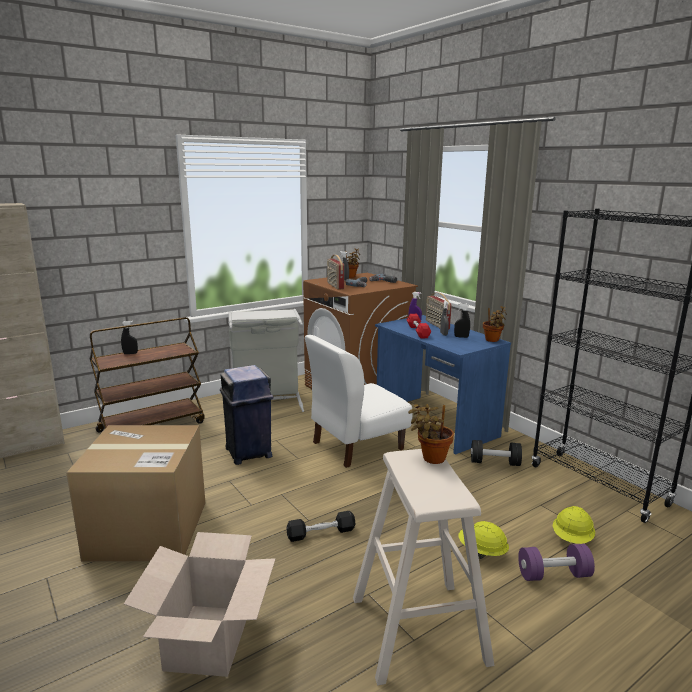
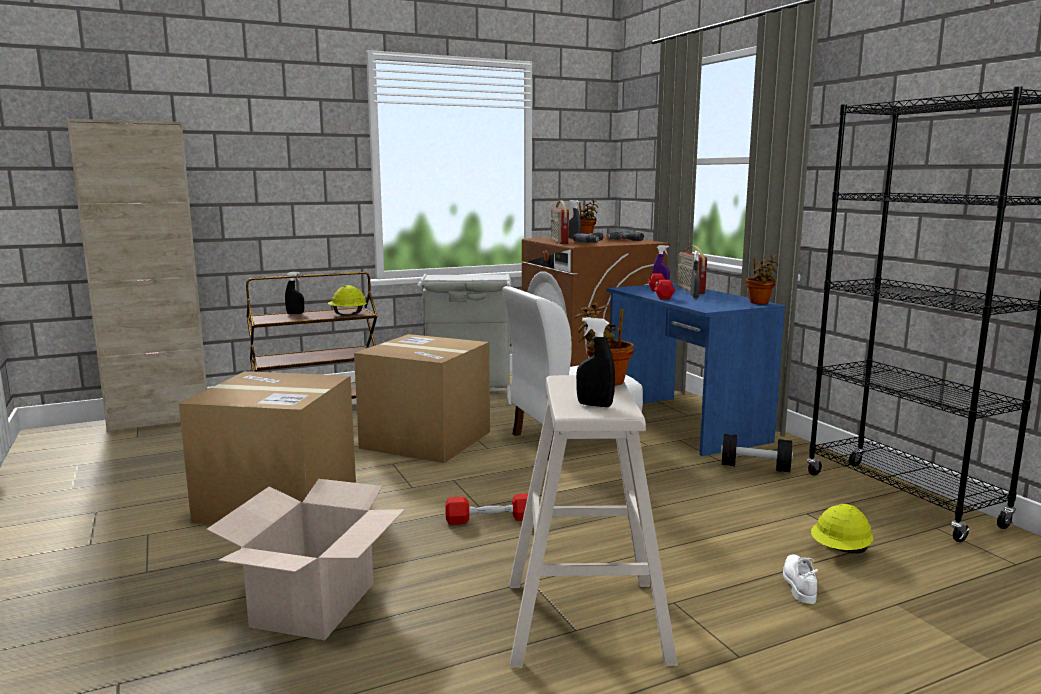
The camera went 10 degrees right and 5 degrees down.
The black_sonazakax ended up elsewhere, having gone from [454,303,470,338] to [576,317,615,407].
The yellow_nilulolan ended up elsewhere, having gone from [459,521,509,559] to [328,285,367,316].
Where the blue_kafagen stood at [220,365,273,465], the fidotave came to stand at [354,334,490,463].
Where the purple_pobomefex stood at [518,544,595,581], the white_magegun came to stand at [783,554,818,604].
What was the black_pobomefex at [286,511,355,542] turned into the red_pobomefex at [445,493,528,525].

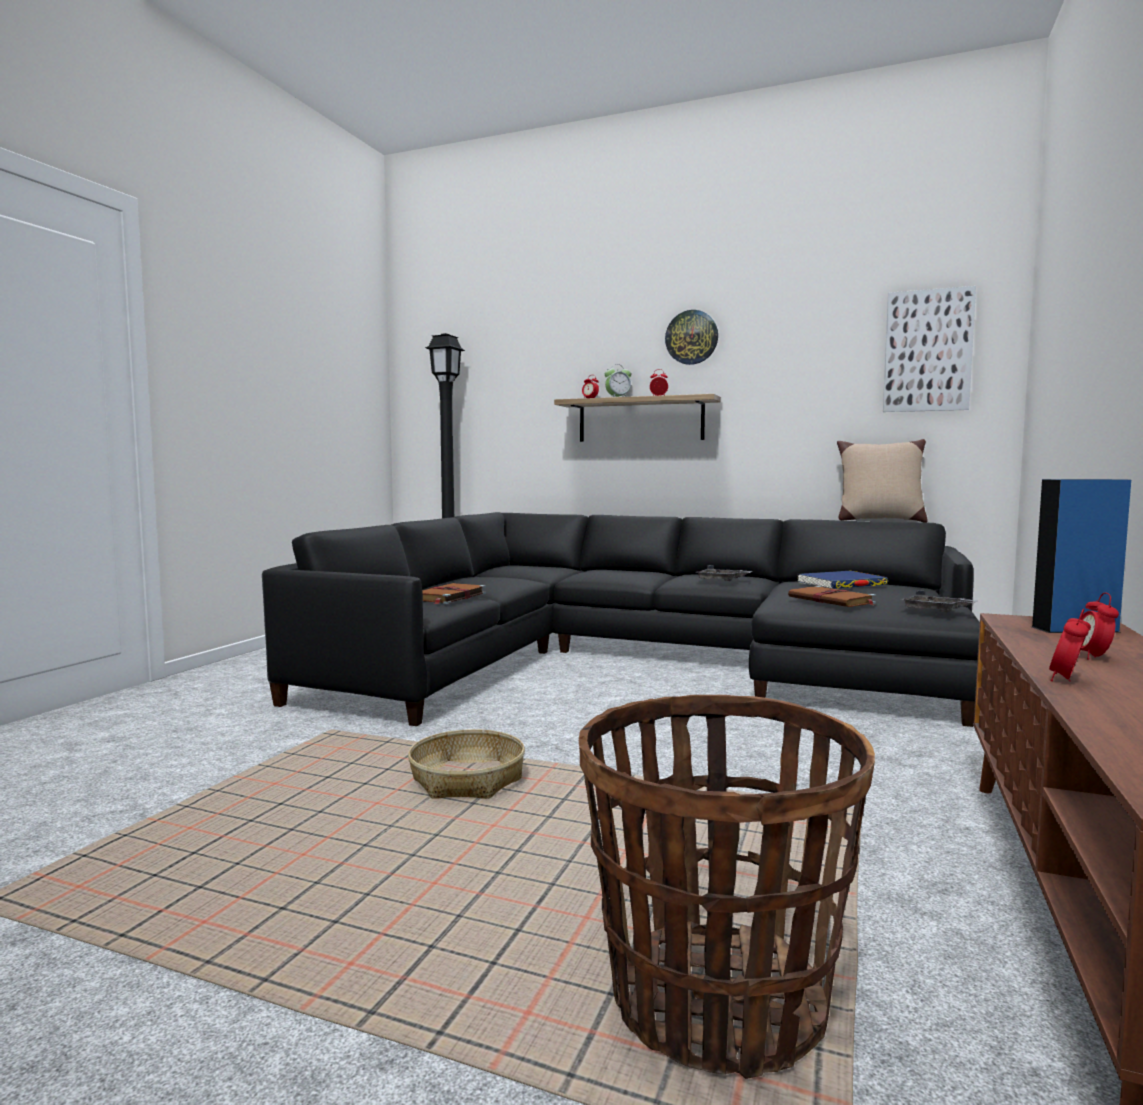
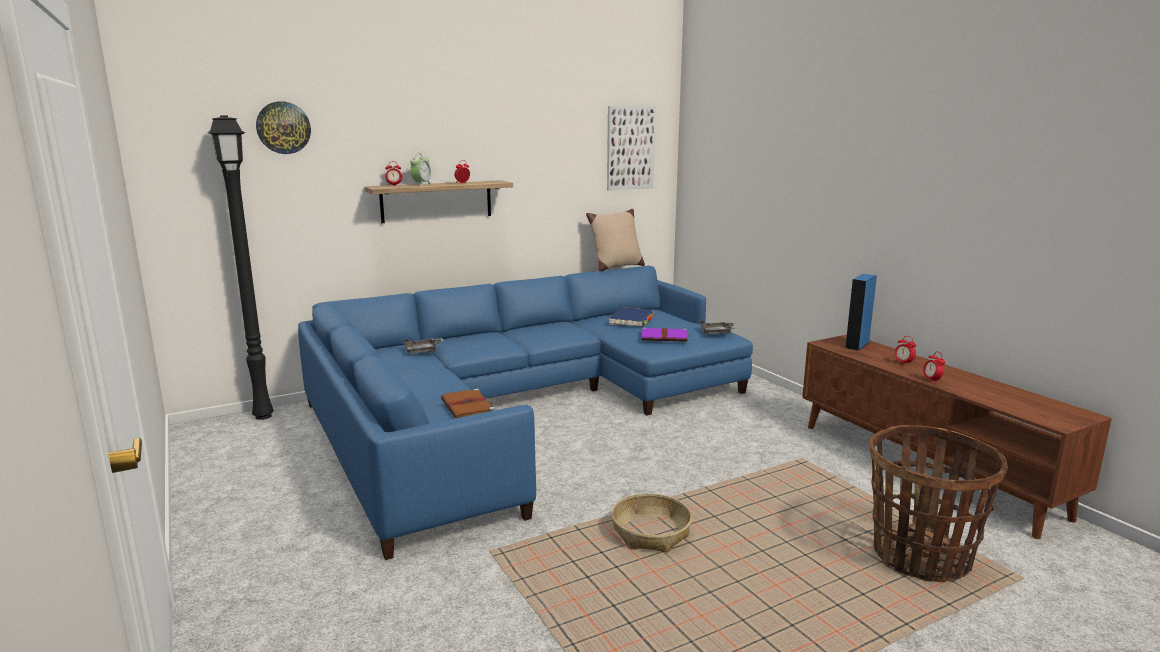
The camera went 50 degrees left and 10 degrees up.
The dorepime ended up elsewhere, having gone from [665,310,718,365] to [256,101,311,154].
The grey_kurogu ended up elsewhere, having gone from [696,565,752,581] to [403,338,444,354].
What was the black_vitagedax at [262,512,980,727] turned into the blue_vitagedax at [298,266,753,560].
What was the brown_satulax at [788,586,876,607] turned into the purple_satulax at [642,327,690,342].

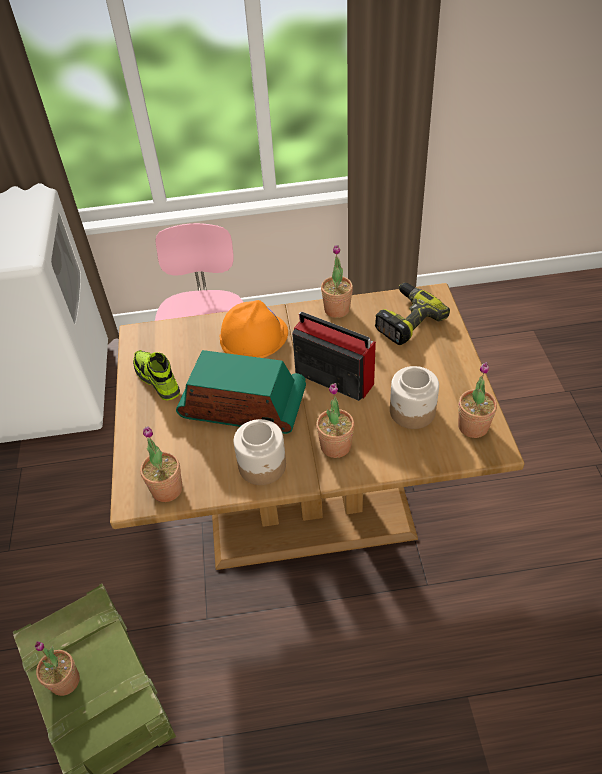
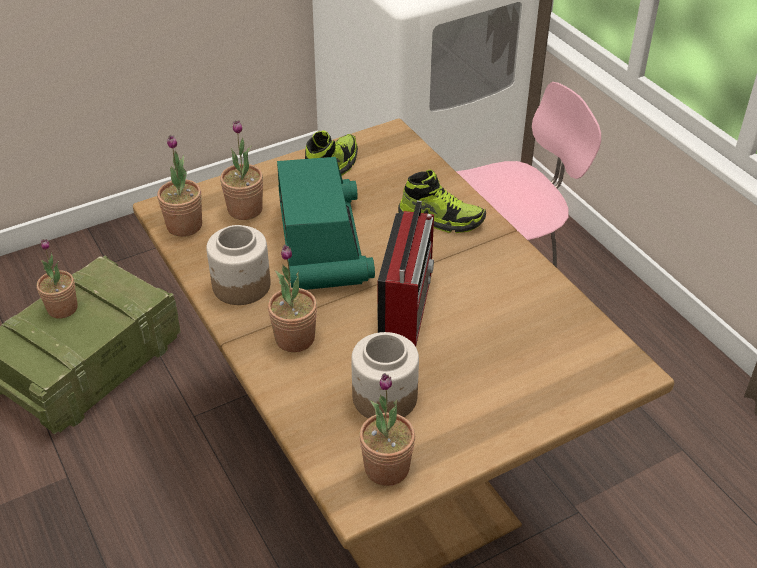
The camera went 65 degrees right and 5 degrees down.
The second view lost the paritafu at [375,283,450,345].
The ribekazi ended up elsewhere, having gone from [321,245,353,318] to [220,120,263,220].
Where the orange_nilulolan stood at [219,300,288,358], the magegun came to stand at [398,170,486,233].

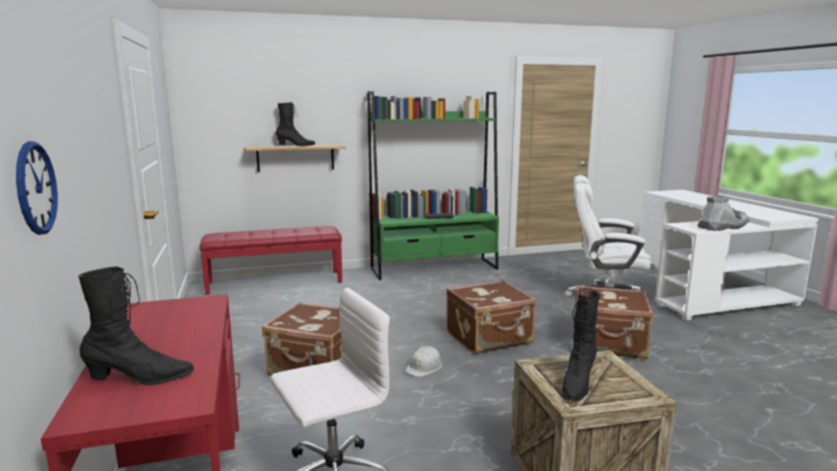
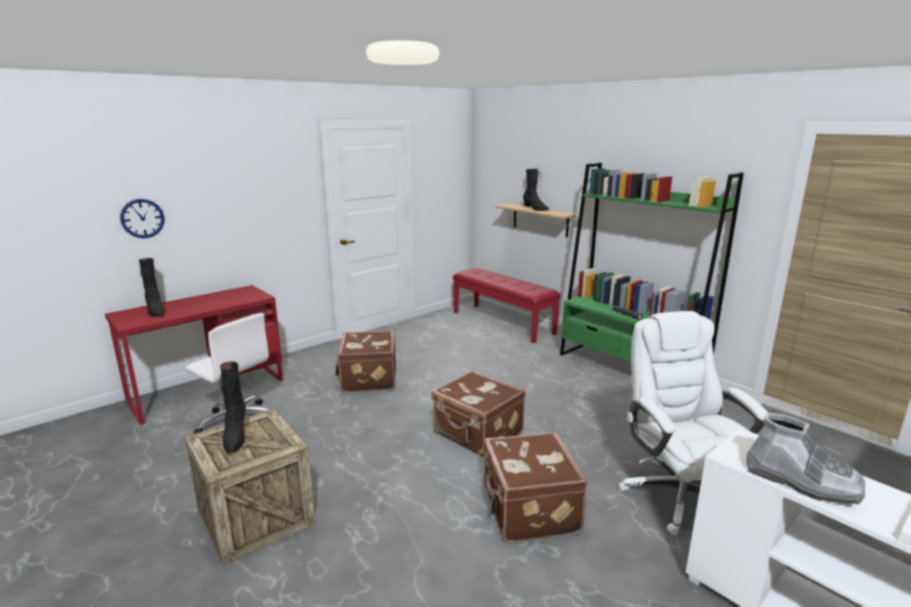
The camera went 65 degrees right and 5 degrees up.
The second view lost the white_nilulolan at [405,346,443,377].
The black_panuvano at [562,289,600,401] ended up facing another way, 105 degrees counterclockwise from before.

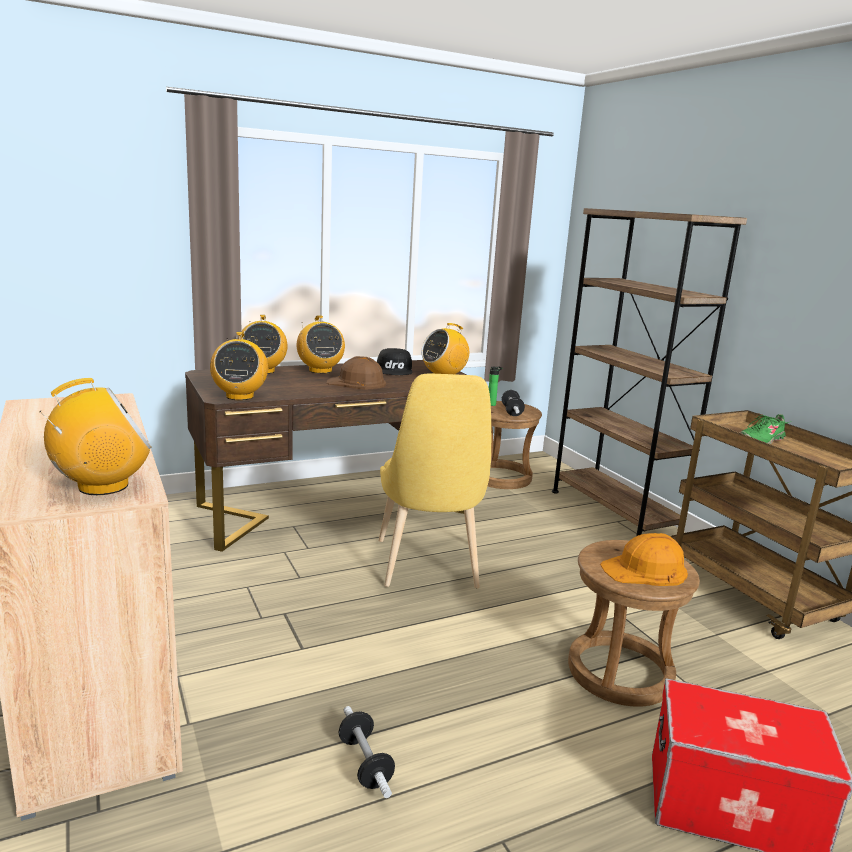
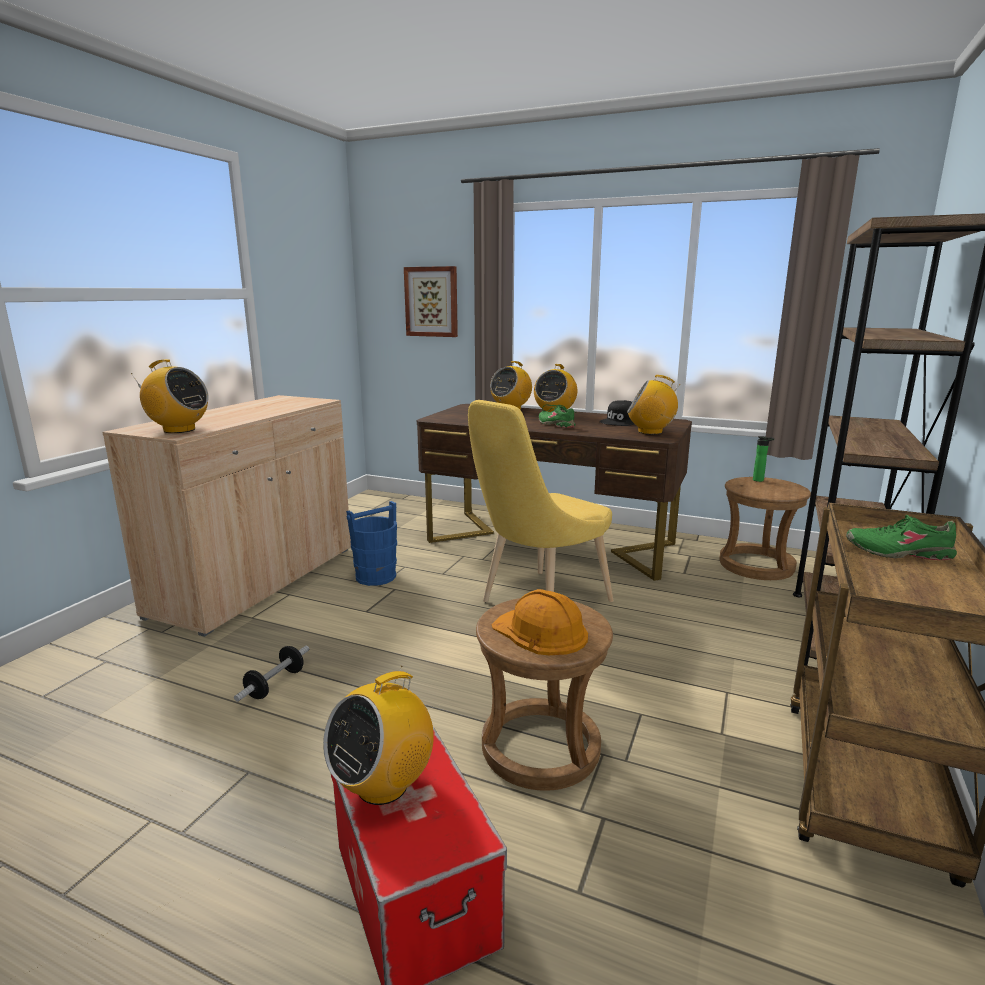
The camera went 50 degrees right and 0 degrees up.
The second view lost the pobomefex at [502,390,525,416].
The second view gained the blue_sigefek at [346,501,397,586].
The second view gained the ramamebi at [404,266,458,337].
The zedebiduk ended up elsewhere, having gone from [210,332,268,400] to [323,666,434,805].
Where the brown_nilulolan stood at [327,356,386,389], the green_magegun came to stand at [539,405,576,428].

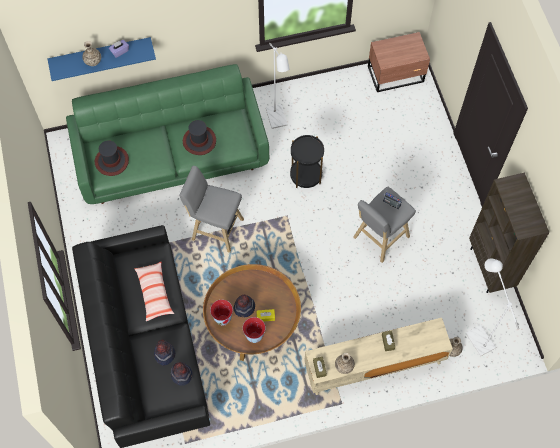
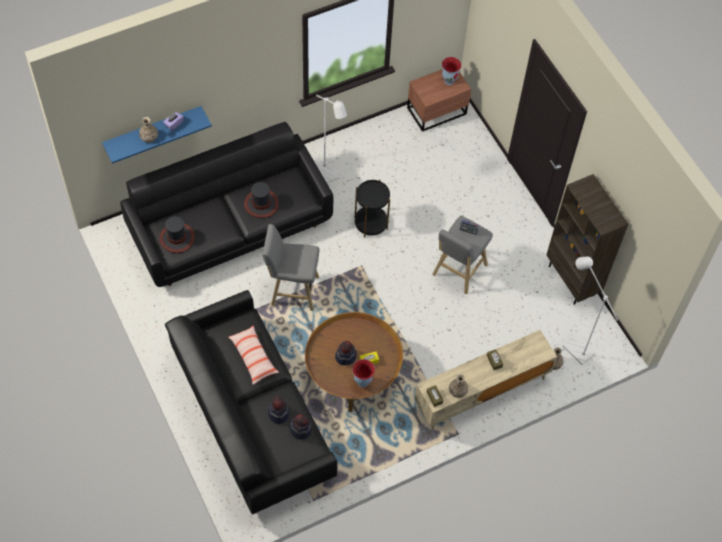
The camera went 15 degrees left and 5 degrees down.
The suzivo ended up elsewhere, having gone from [210,300,233,326] to [442,57,462,85].
What was the green_vitagedax at [66,64,269,204] turned into the black_vitagedax at [120,122,333,287].

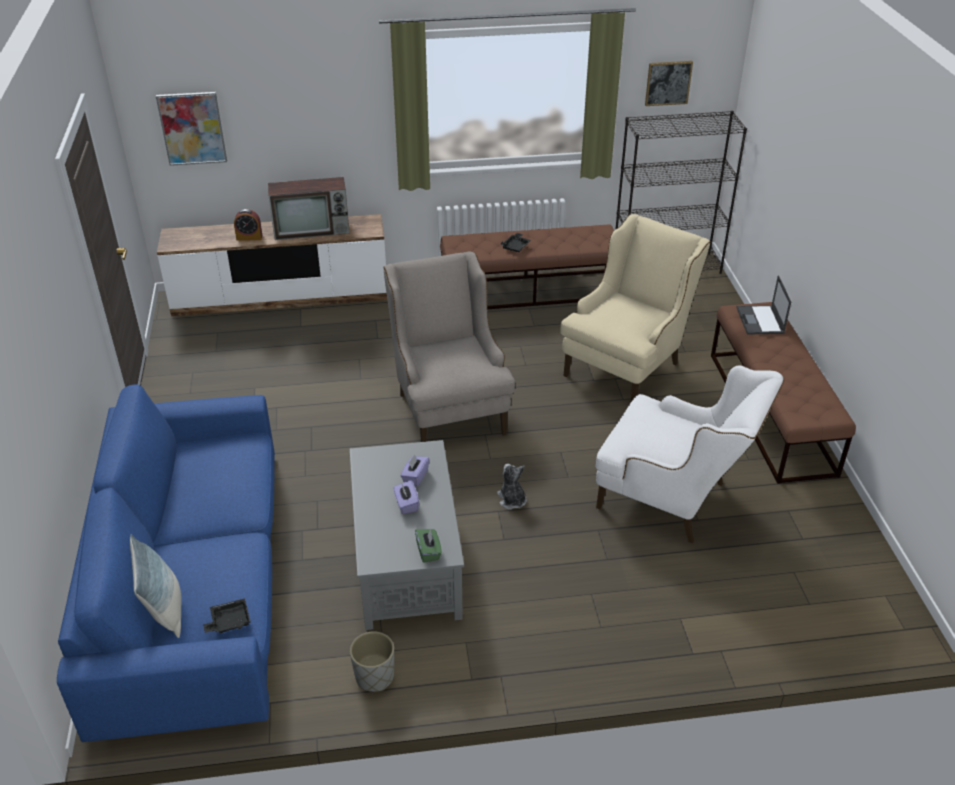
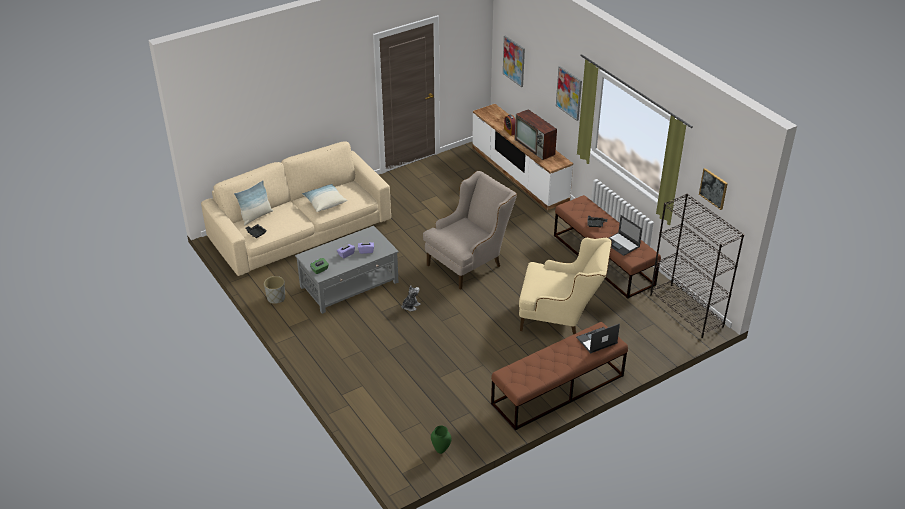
The camera went 65 degrees right and 0 degrees up.
The second view lost the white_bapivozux at [596,365,784,544].
The second view gained the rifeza at [302,184,347,212].
The second view gained the green_suzivo at [431,426,451,454].
The second view gained the ramamebi at [556,66,582,121].
The second view gained the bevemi at [609,215,642,256].
What was the blue_vitagedax at [57,384,275,742] turned into the beige_vitagedax at [201,142,391,276].

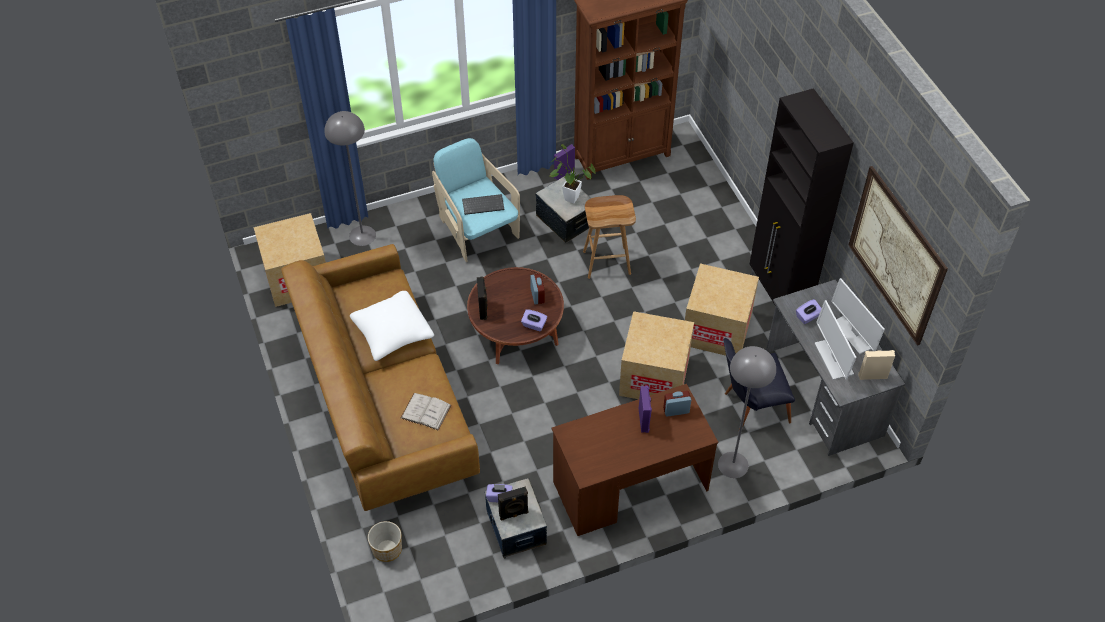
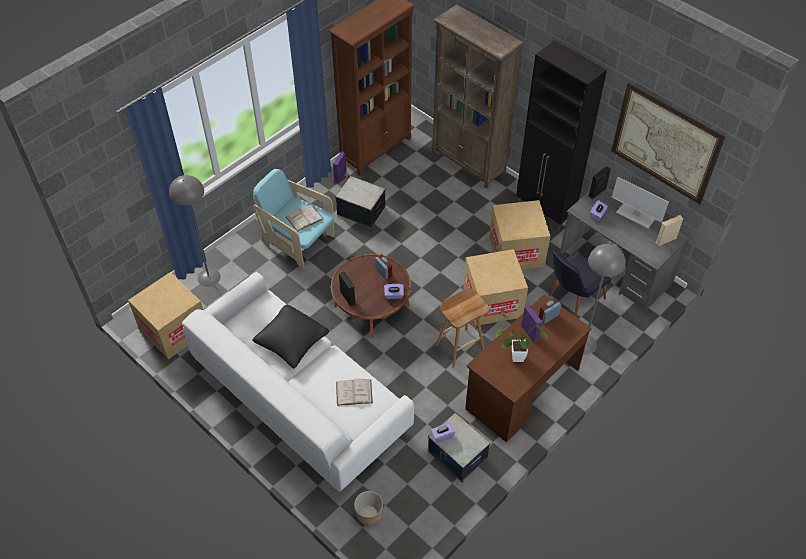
The camera went 25 degrees left and 0 degrees up.
The second view lost the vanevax at [814,300,857,380].
The second view gained the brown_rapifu at [432,4,524,189].
The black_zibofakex ended up elsewhere, having gone from [498,486,528,520] to [589,166,611,199].
The ribekazi ended up elsewhere, having gone from [550,144,596,203] to [496,312,548,362].
The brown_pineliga ended up elsewhere, having gone from [583,195,636,279] to [435,289,490,368].
Where the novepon stood at [462,194,505,215], the white_satulax came to stand at [286,204,324,232].
What was the brown_vitagedax at [281,244,480,511] turned into the white_vitagedax at [182,272,414,491].
What was the white_rifeza at [350,291,434,361] turned into the black_rifeza at [252,305,329,368].

